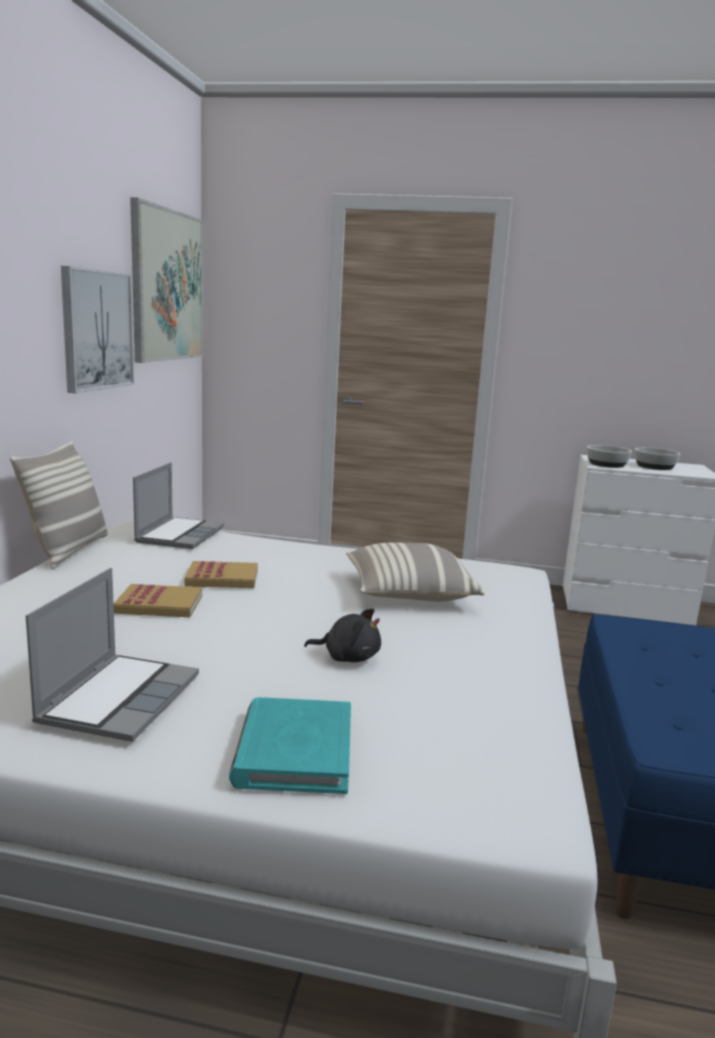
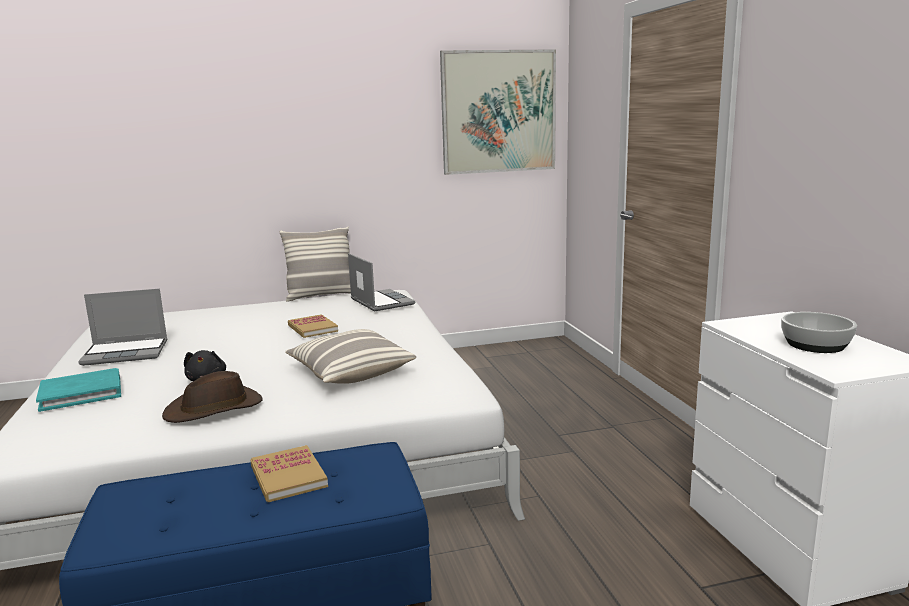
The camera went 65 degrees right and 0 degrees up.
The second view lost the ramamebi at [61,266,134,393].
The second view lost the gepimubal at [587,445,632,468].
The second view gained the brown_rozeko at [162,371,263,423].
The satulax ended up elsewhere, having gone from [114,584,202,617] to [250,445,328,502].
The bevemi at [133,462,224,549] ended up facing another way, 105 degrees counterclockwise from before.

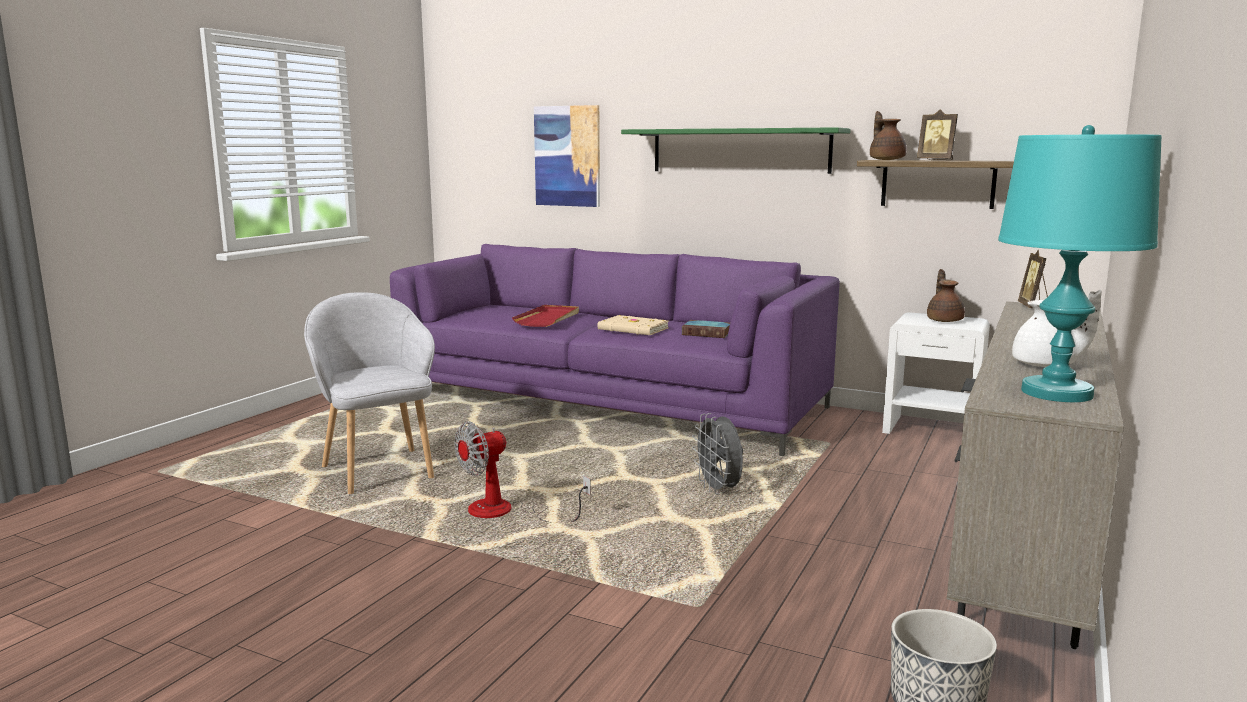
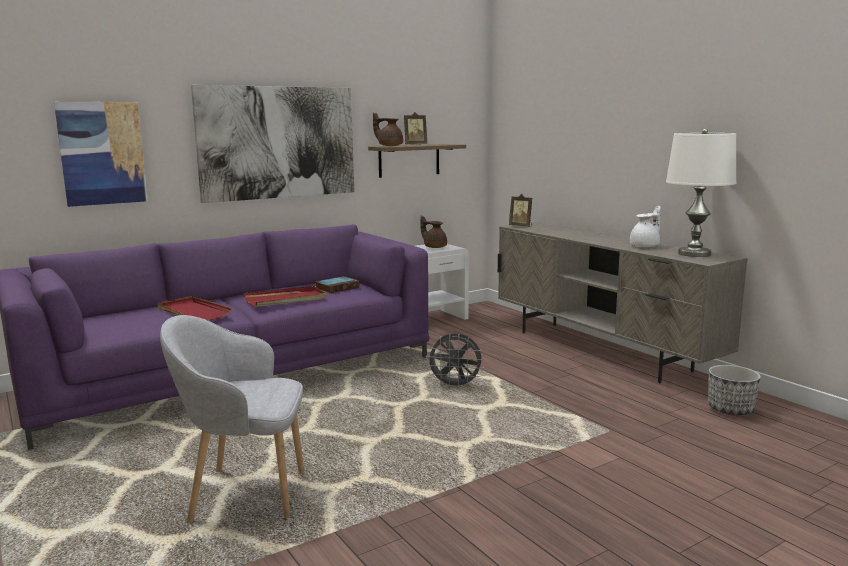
The camera went 60 degrees left and 0 degrees up.
The second view lost the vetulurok at [455,421,591,523].
Where the beige_satulax stood at [597,315,669,335], the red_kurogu came to stand at [244,286,326,307].
Where the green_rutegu hung at [621,127,851,174], the ramamebi came to hang at [191,85,354,203].
What was the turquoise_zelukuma at [998,125,1162,402] turned into the white_zelukuma at [666,129,736,257].

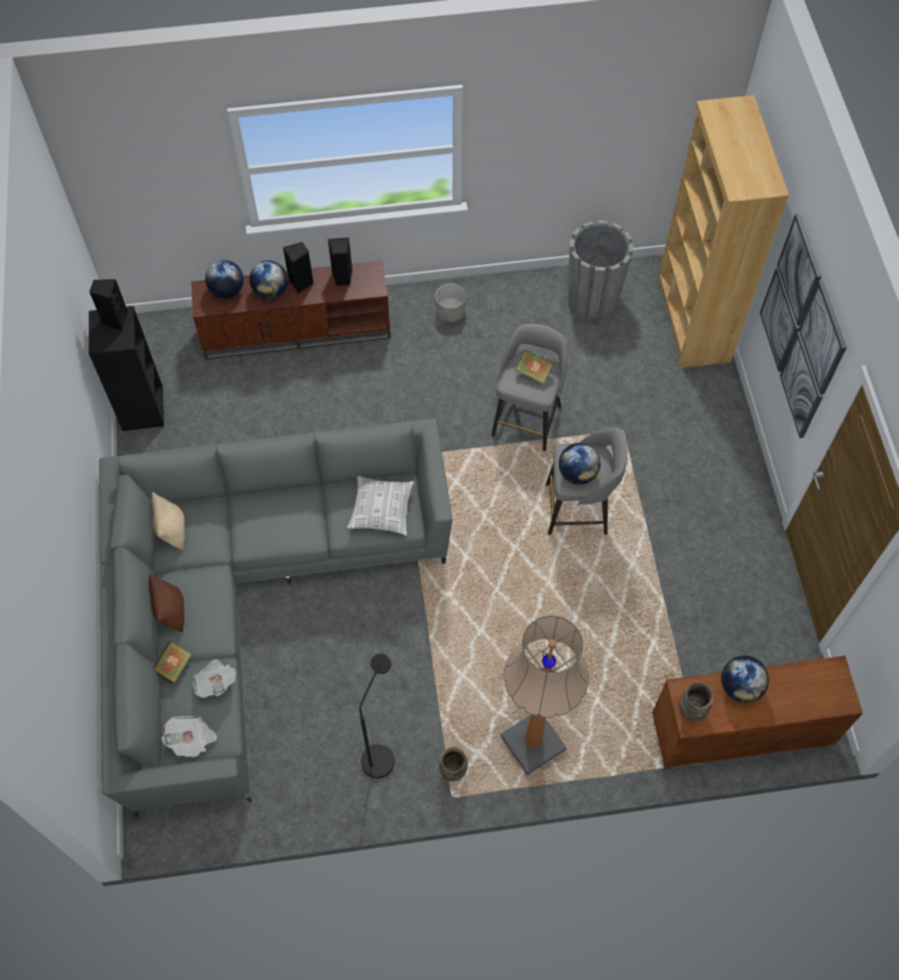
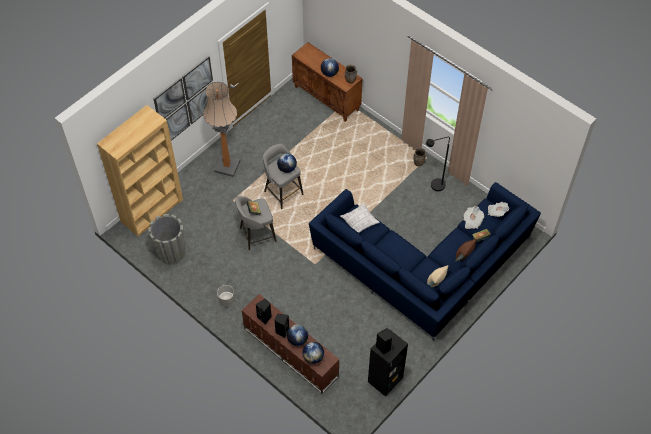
The camera went 130 degrees left and 5 degrees down.
The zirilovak ended up elsewhere, having gone from [500,615,589,775] to [203,82,240,177].
What was the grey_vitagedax at [99,418,452,818] turned into the blue_vitagedax at [309,182,541,341].

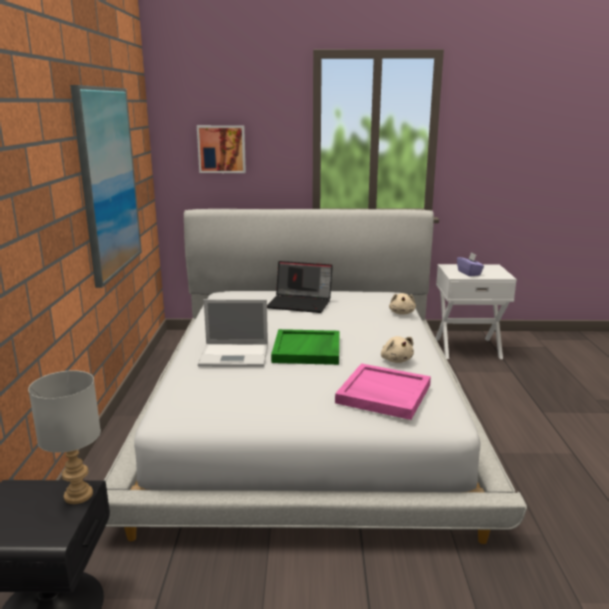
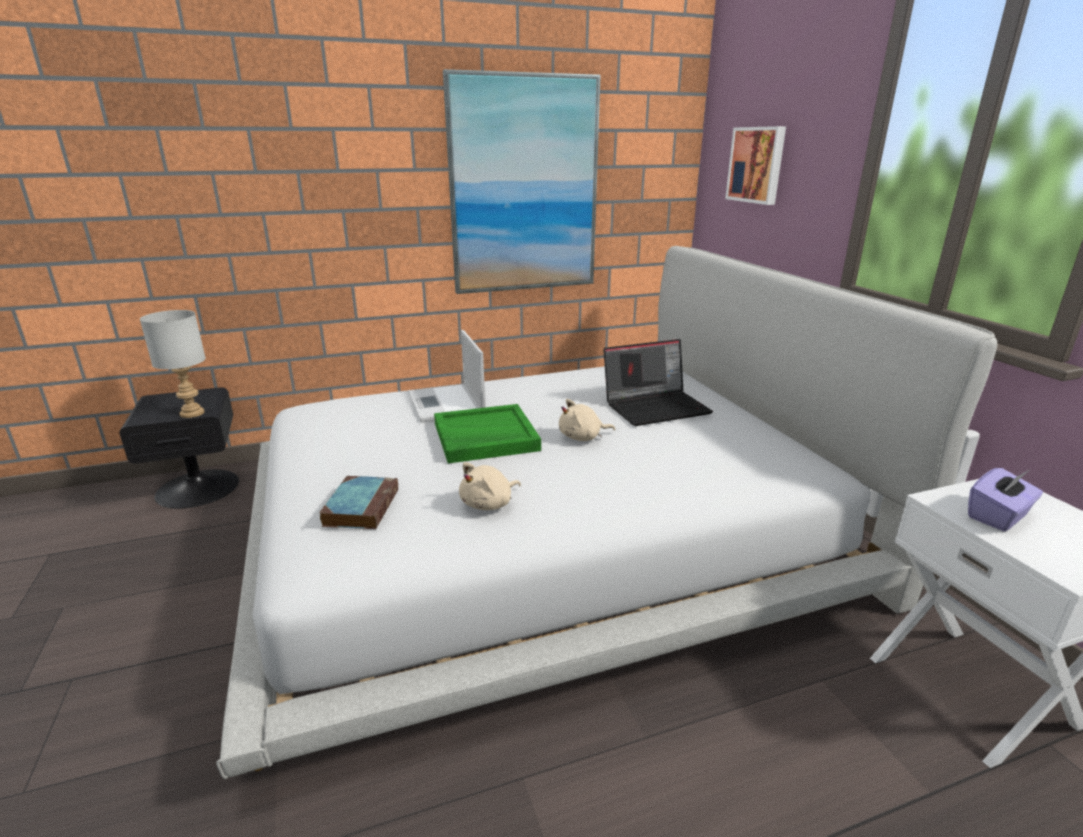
The camera went 70 degrees right and 5 degrees up.
The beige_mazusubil ended up elsewhere, having gone from [389,293,416,315] to [559,399,615,441].
Where the pink_kurogu stood at [335,363,431,420], the satulax came to stand at [319,476,398,529].
The bevemi at [267,261,333,313] ended up facing another way, 105 degrees counterclockwise from before.

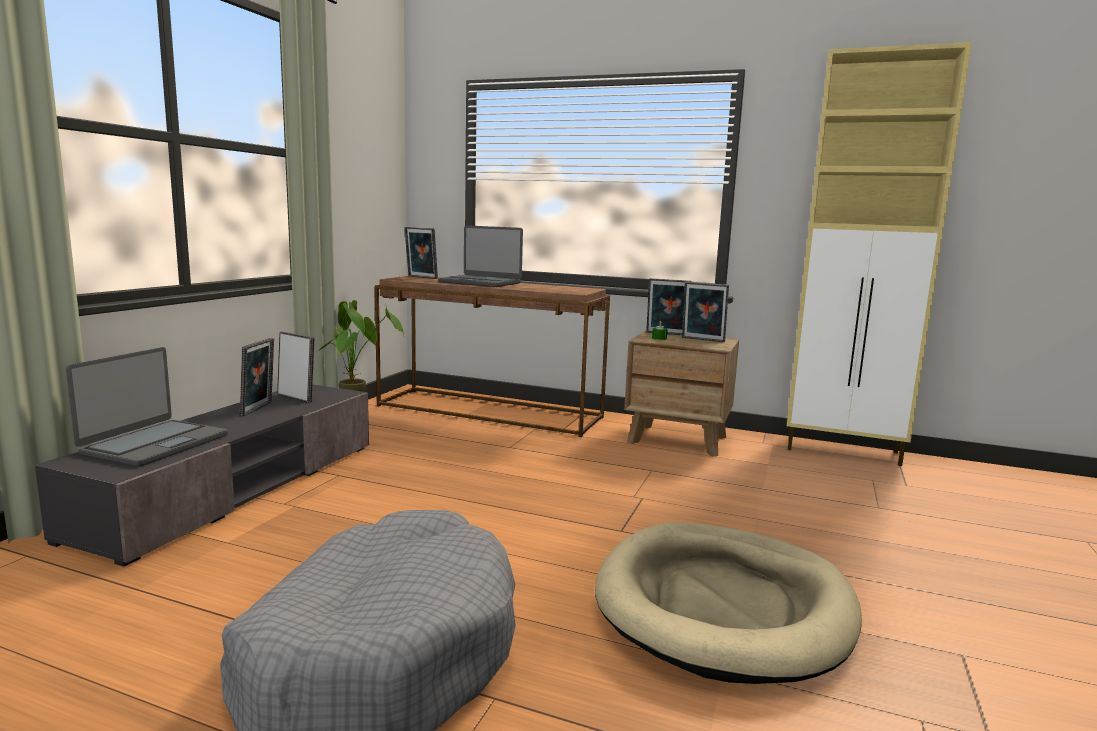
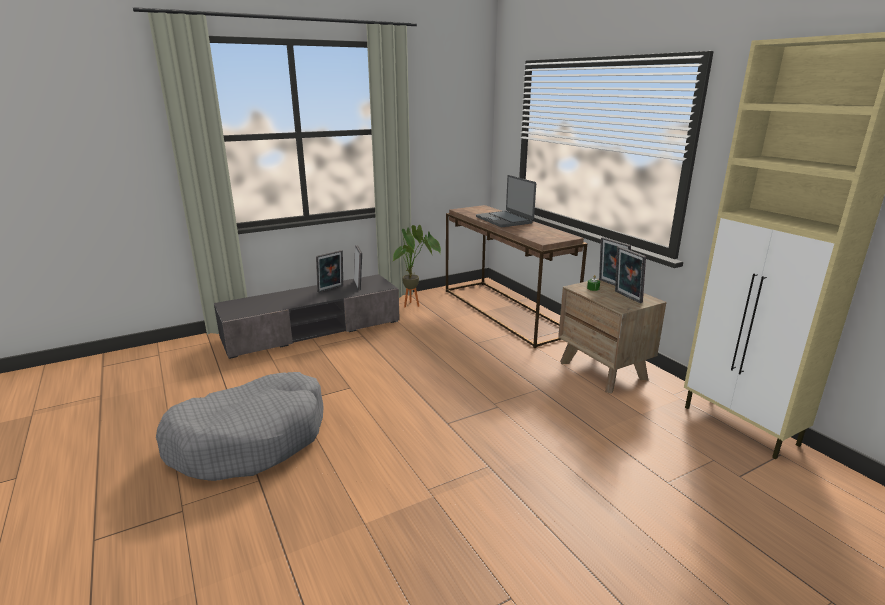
The camera went 40 degrees right and 10 degrees up.
The second view lost the bevemi at [66,347,228,467].
The second view lost the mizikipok at [405,227,438,279].
The second view lost the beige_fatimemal at [595,523,862,684].

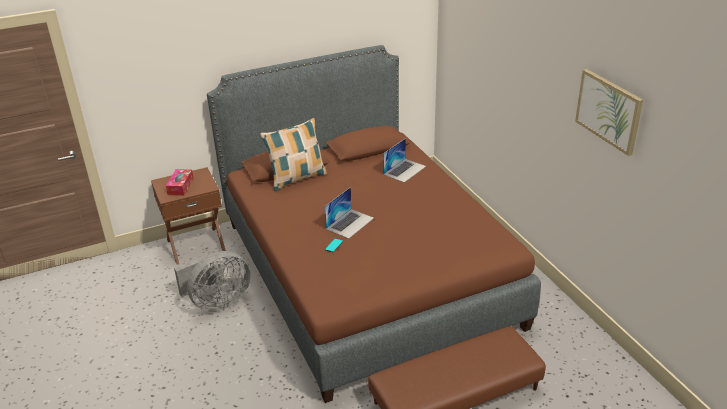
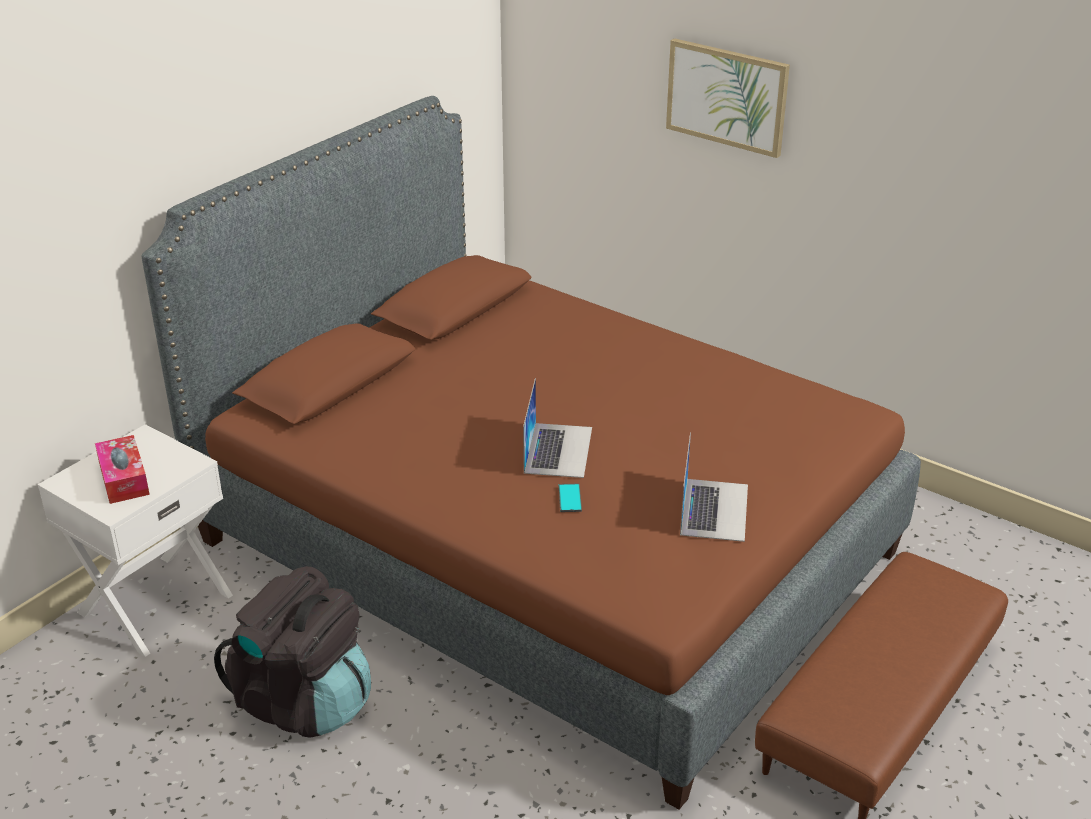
The camera went 30 degrees left and 0 degrees up.
The second view lost the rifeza at [260,118,327,191].
The bevemi ended up elsewhere, having gone from [383,138,426,182] to [680,432,748,542].
The ramamebi ended up elsewhere, having gone from [575,69,643,156] to [666,38,790,158].
Where the grey_vetulurok stood at [174,251,250,312], the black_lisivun came to stand at [214,566,371,738].
What was the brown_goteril at [151,167,226,265] turned into the white_goteril at [38,424,233,657].

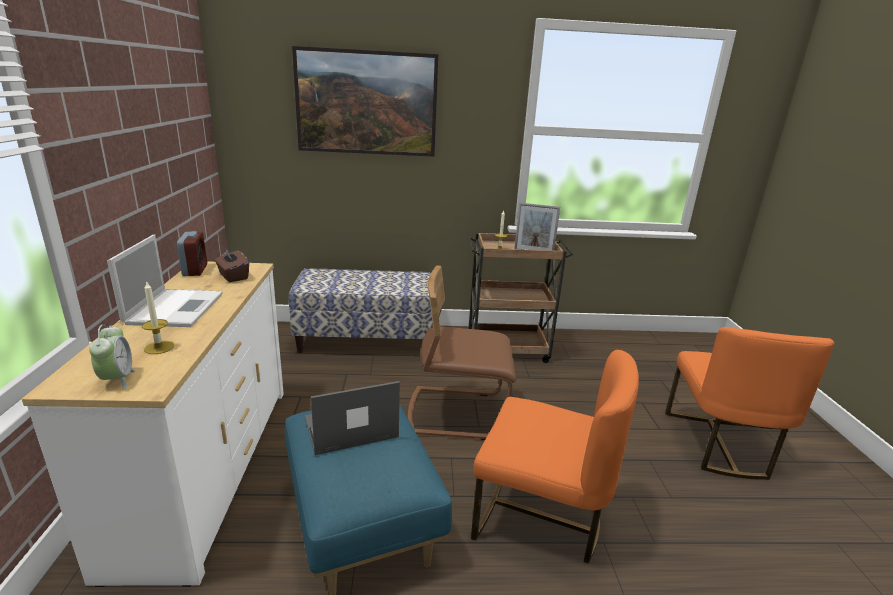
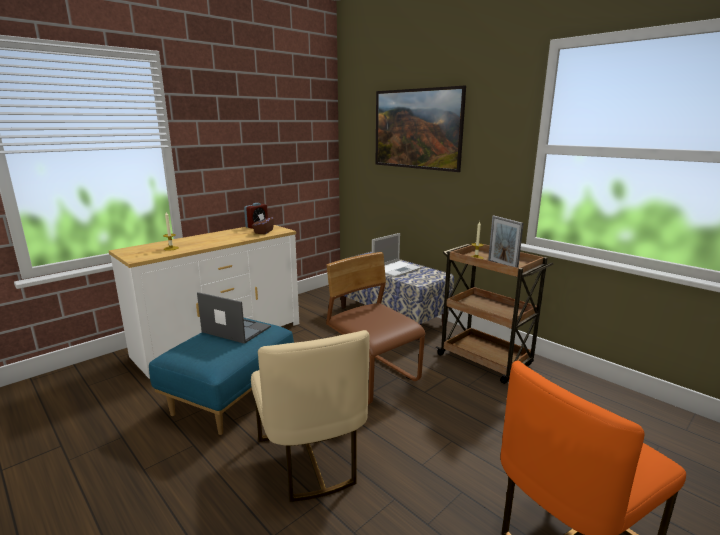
The camera went 50 degrees right and 5 degrees down.
The second view lost the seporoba at [89,324,136,390].
The bevemi ended up elsewhere, having gone from [107,234,223,327] to [372,233,421,278].
What was the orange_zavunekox at [471,350,639,564] turned into the beige_zavunekox at [251,330,369,502].

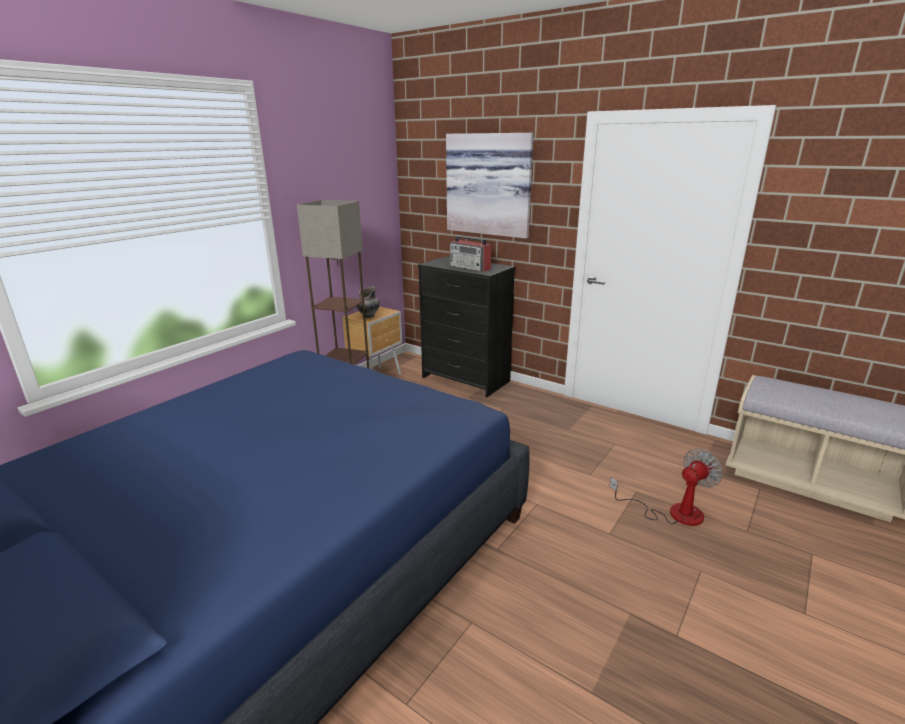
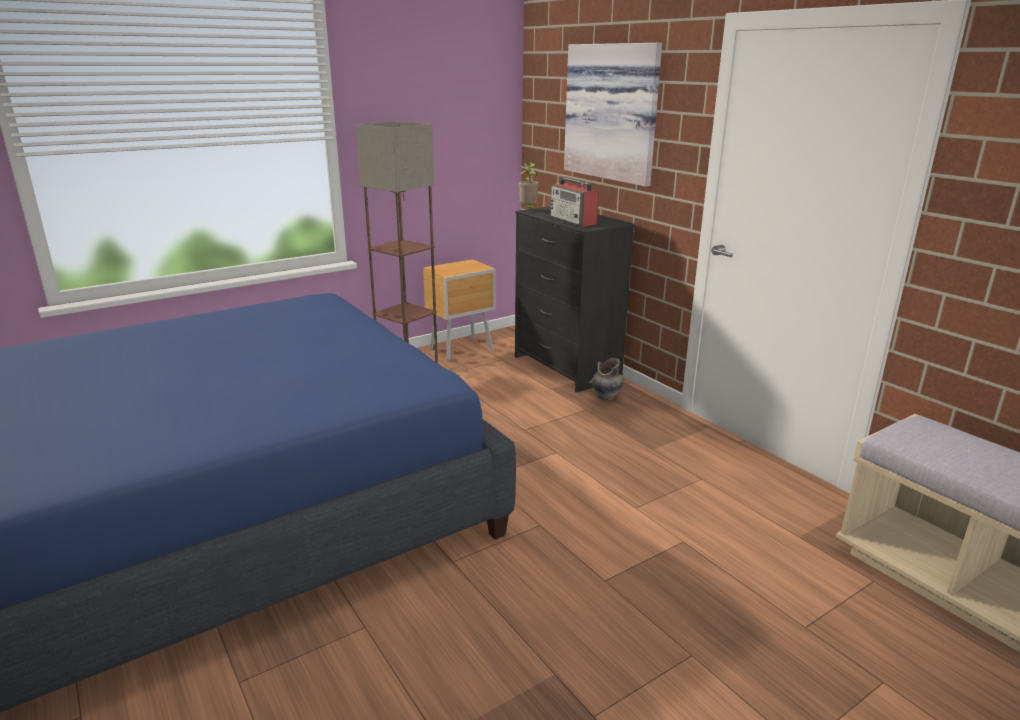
The camera went 20 degrees right and 0 degrees up.
The second view lost the vetulurok at [609,449,723,526].
The second view gained the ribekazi at [519,162,539,211].
The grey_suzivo ended up elsewhere, having gone from [356,286,380,318] to [589,358,624,401].

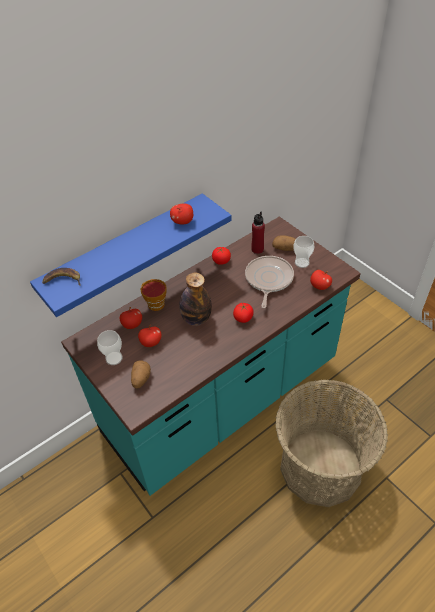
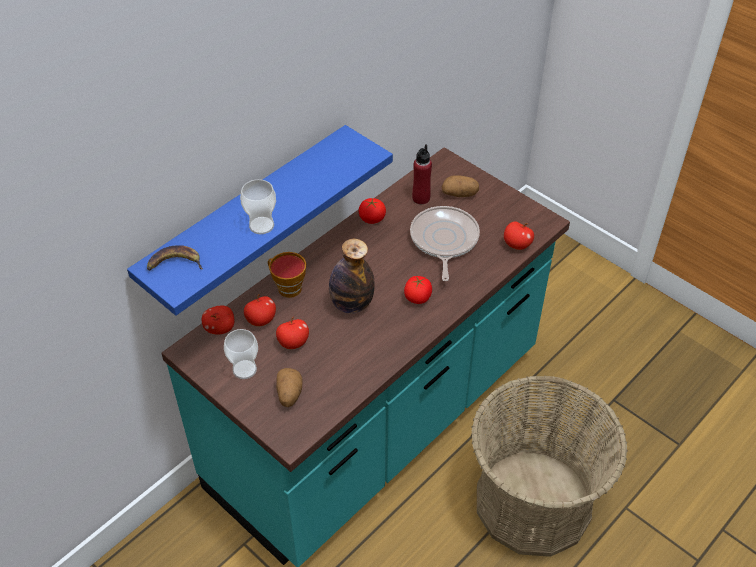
The camera went 10 degrees left and 0 degrees up.
The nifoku ended up elsewhere, having gone from [170,203,193,225] to [202,305,235,335].
The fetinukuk ended up elsewhere, having gone from [293,236,314,268] to [240,179,276,234].

